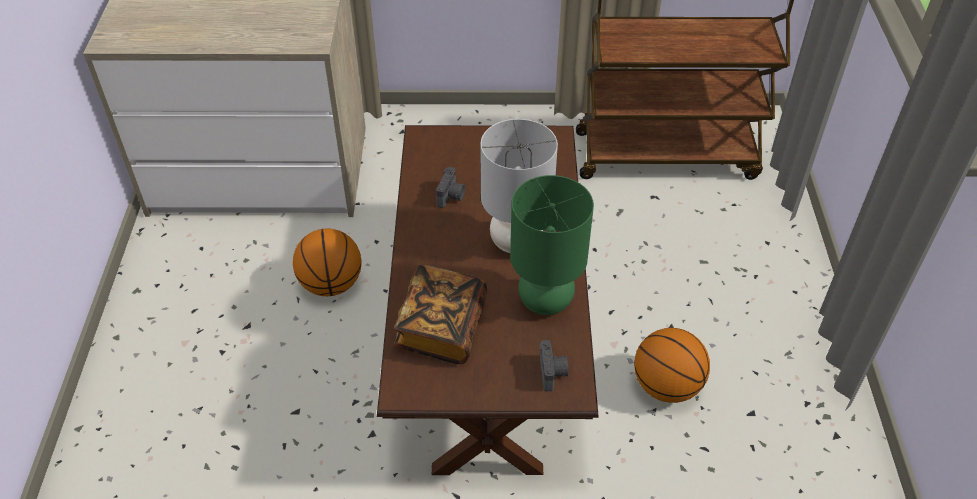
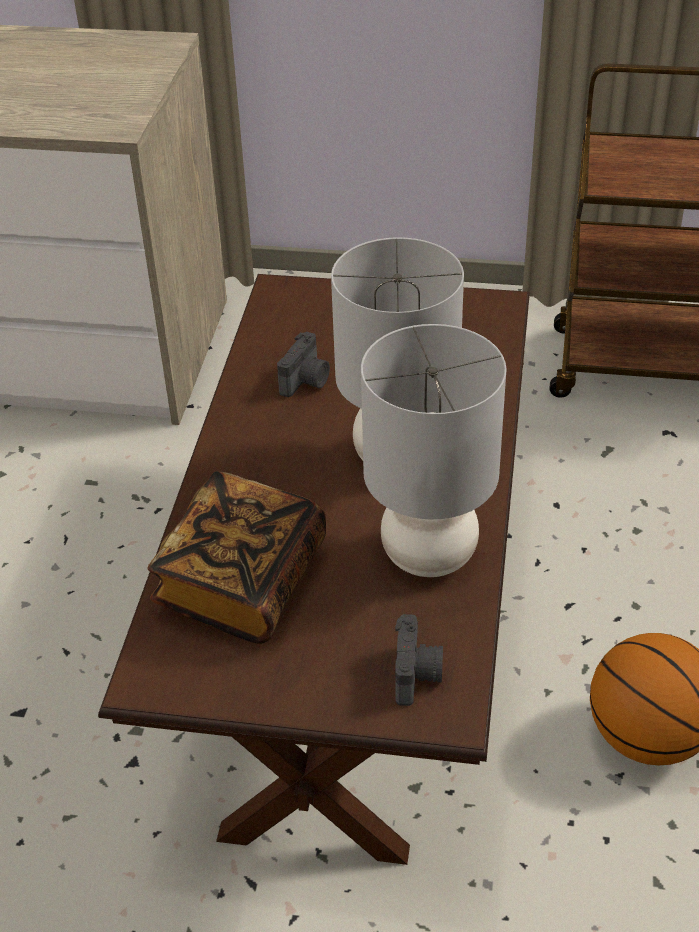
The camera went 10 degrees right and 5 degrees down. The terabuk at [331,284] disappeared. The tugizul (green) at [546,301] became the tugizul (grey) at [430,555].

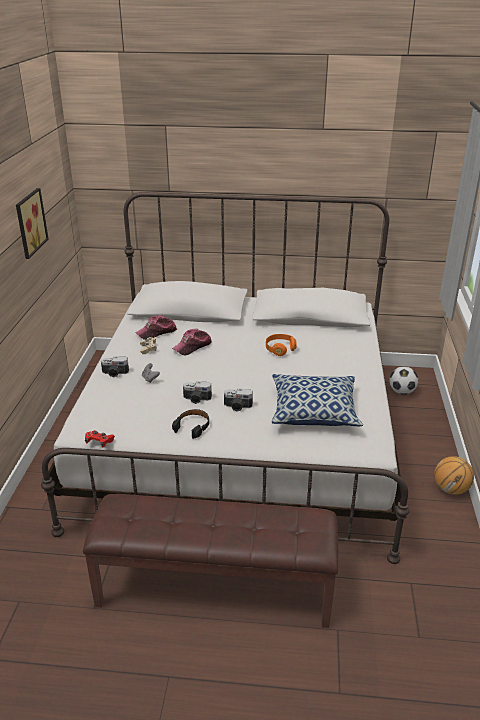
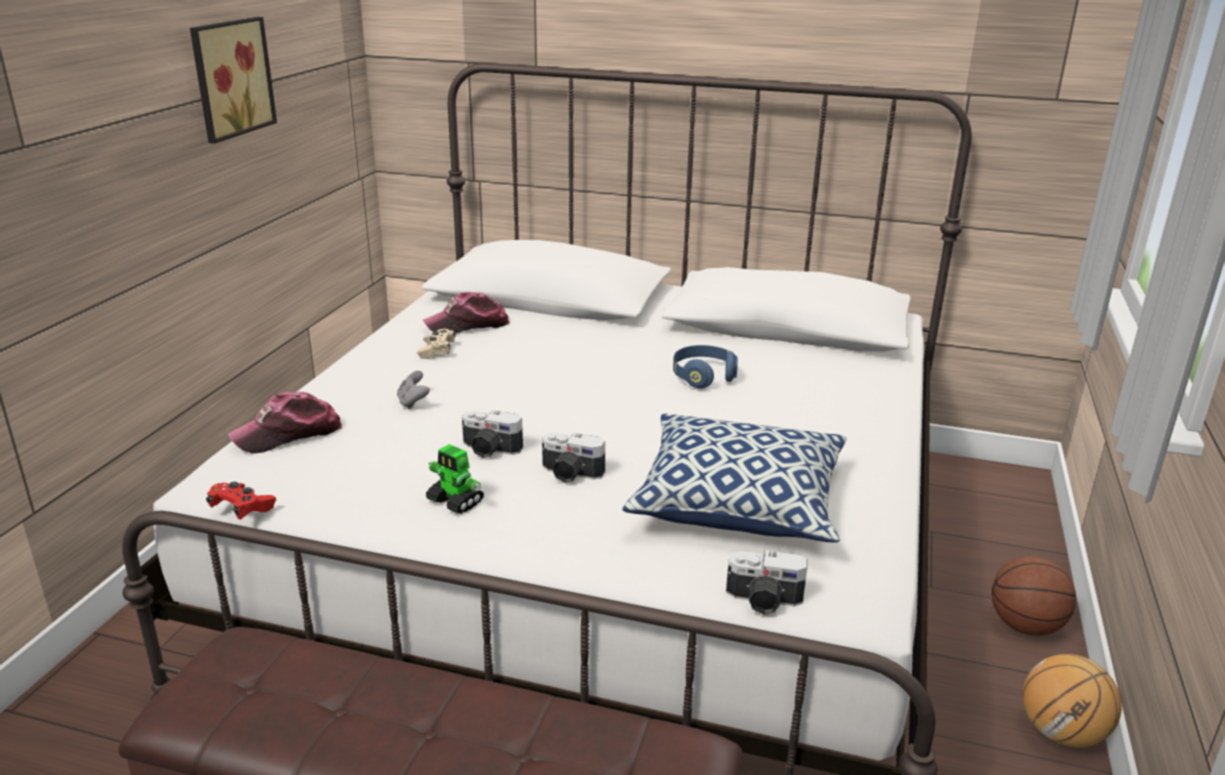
The camera went 10 degrees right and 5 degrees down. The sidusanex at [402,392] disappeared. The terabuk at [1024,626] appeared. The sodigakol moved from [115,373] to [763,601]. The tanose moved from [192,346] to [288,434]. The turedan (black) at [192,426] was replaced by the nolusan at [455,502]. The turedan (orange) at [280,349] became the turedan (blue) at [703,377].

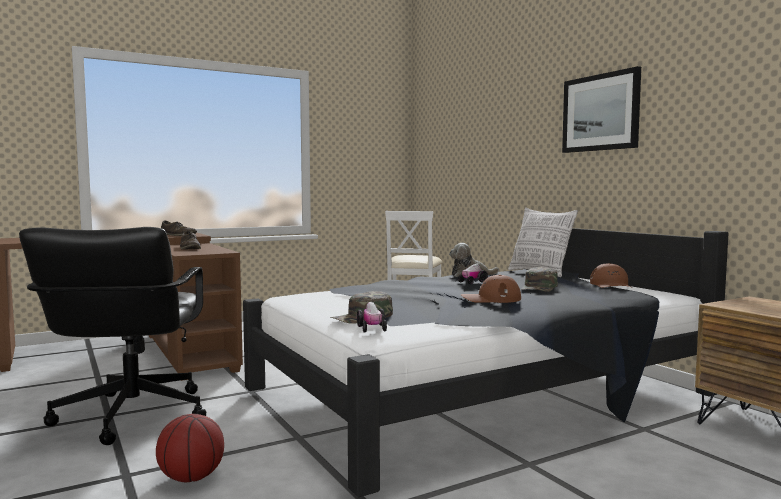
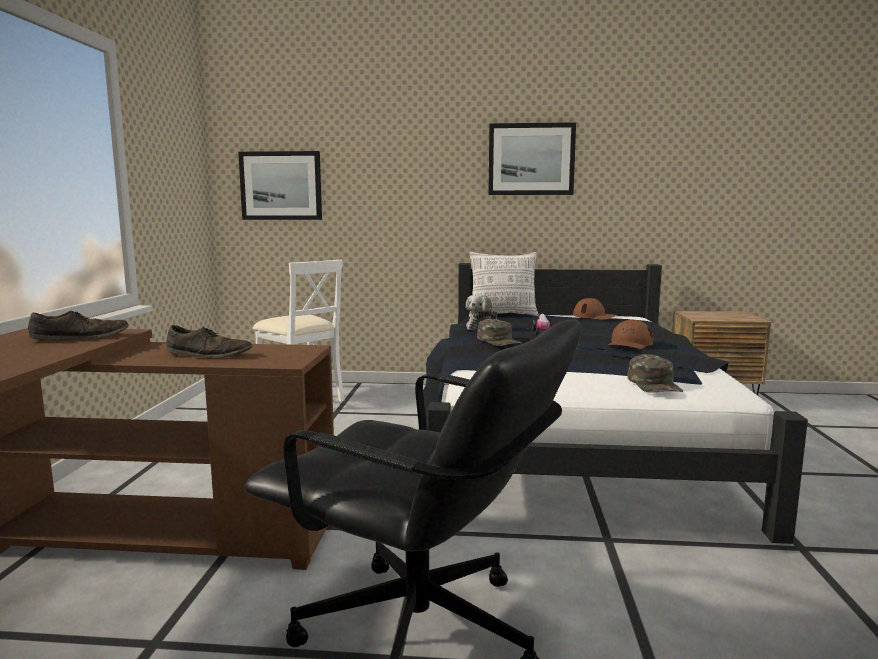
The camera went 55 degrees left and 5 degrees up. The terabuk at [191,478] disappeared. The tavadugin at [372,329] disappeared. The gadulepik at [281,186] appeared. The tanose (green) moved from [539,287] to [499,340].

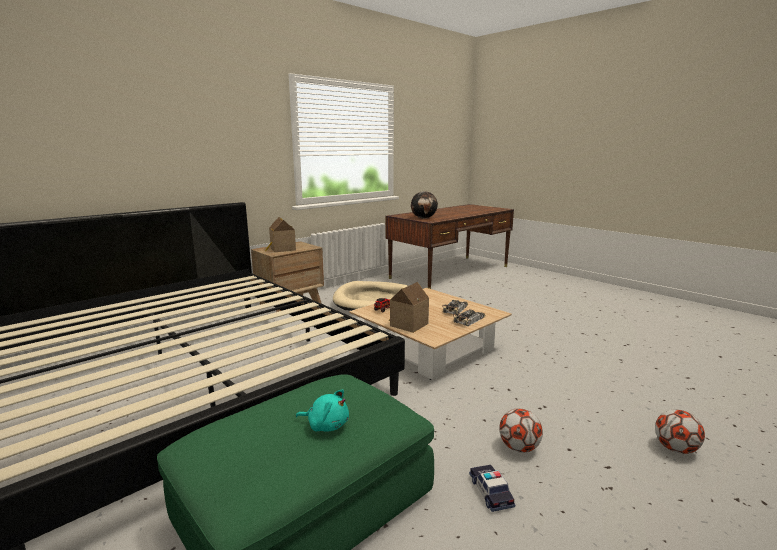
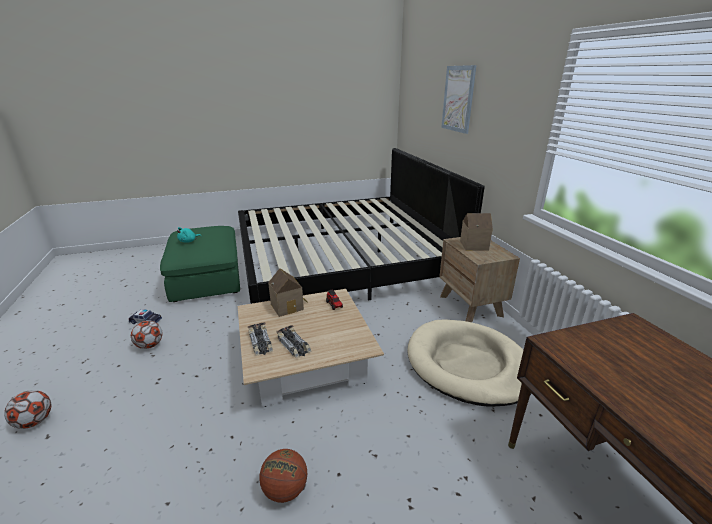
The camera went 115 degrees right and 10 degrees up. The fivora at [424,218] disappeared. The terabuk at [285,489] appeared. The gadulepik at [458,99] appeared.

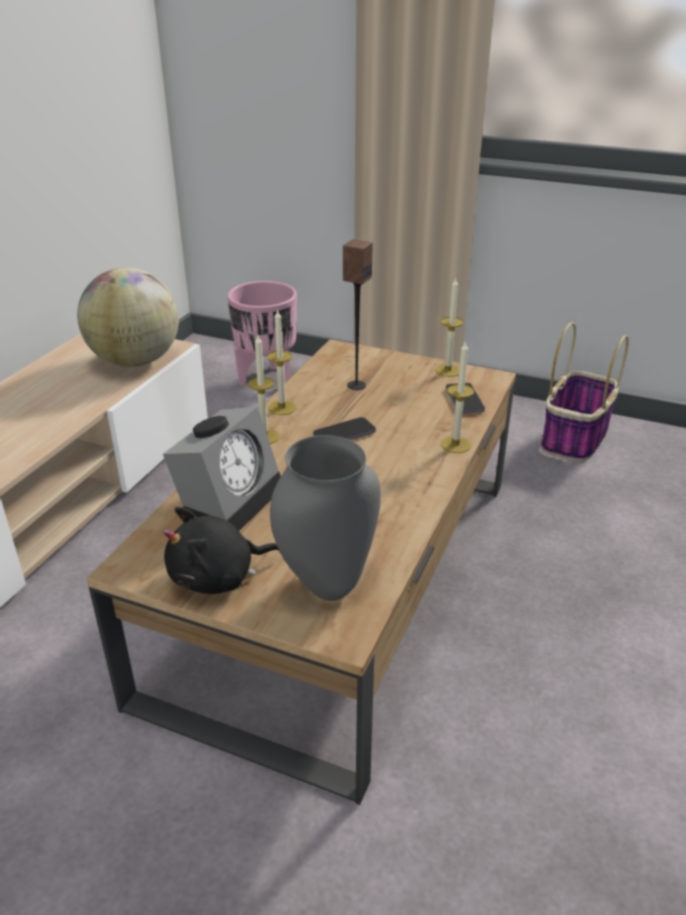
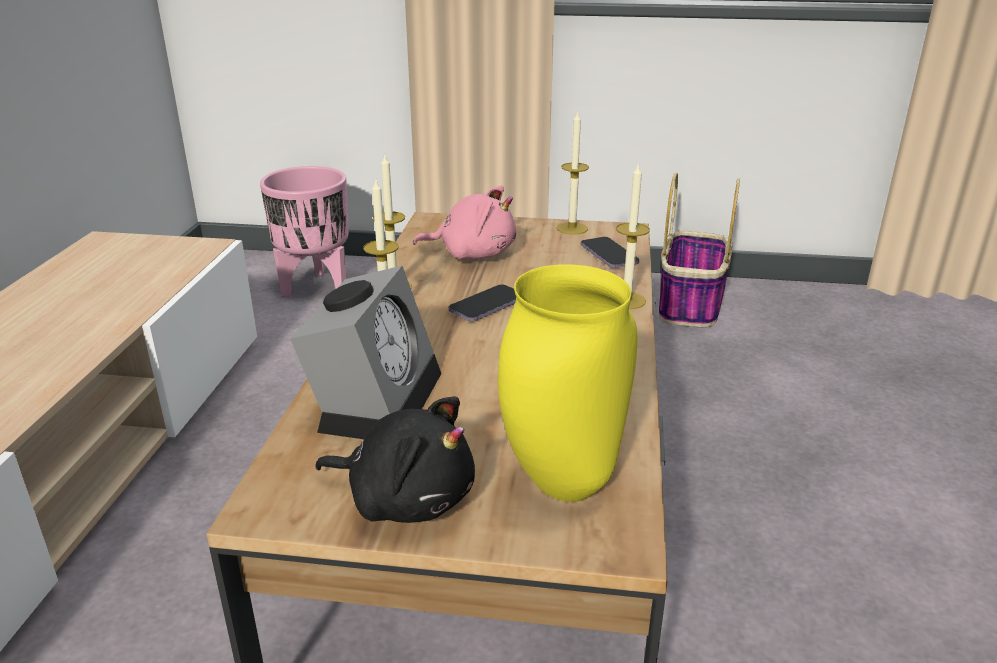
The camera went 15 degrees left and 5 degrees down. The fivora at [135,361] disappeared. The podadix at [356,385] was replaced by the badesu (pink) at [473,254]. The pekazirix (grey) at [328,588] became the pekazirix (yellow) at [565,486]. The badesu (black) at [218,577] turned 120 degrees counterclockwise.

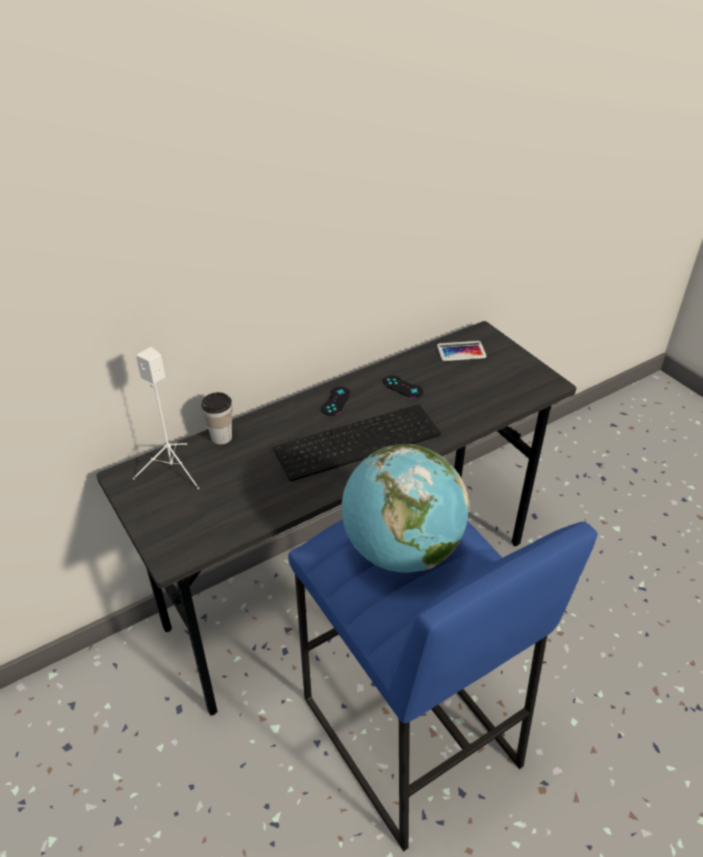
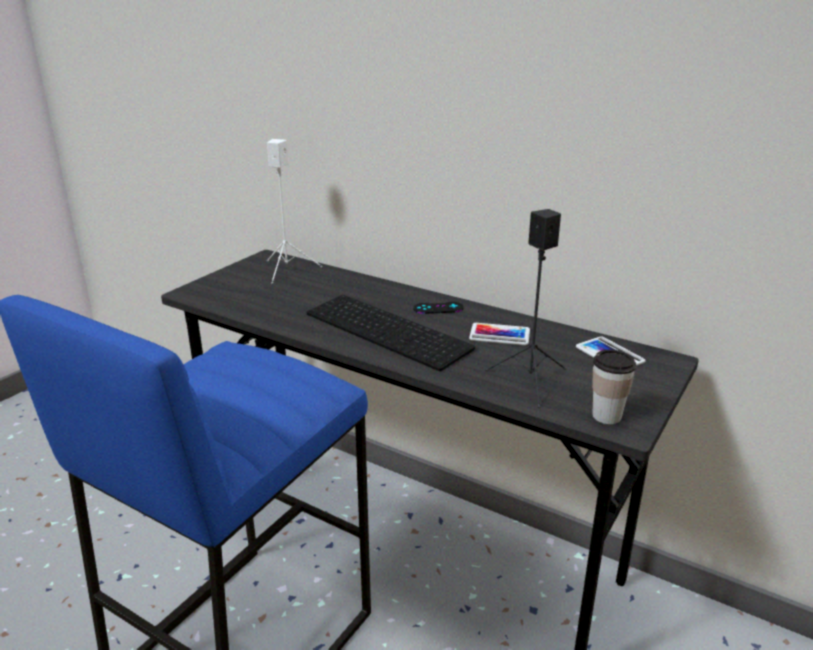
The camera went 65 degrees right and 15 degrees down. The fivora at [401,550] disappeared. The podadix (black) at [530,382] appeared. The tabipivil moved from [221,437] to [606,416]. The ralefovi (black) at [402,387] was replaced by the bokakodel at [499,335].

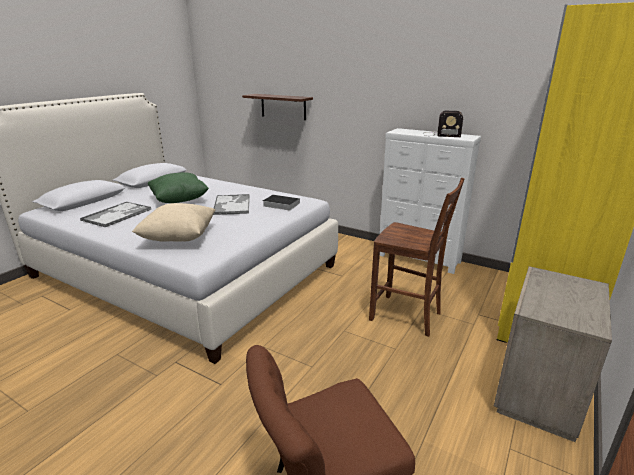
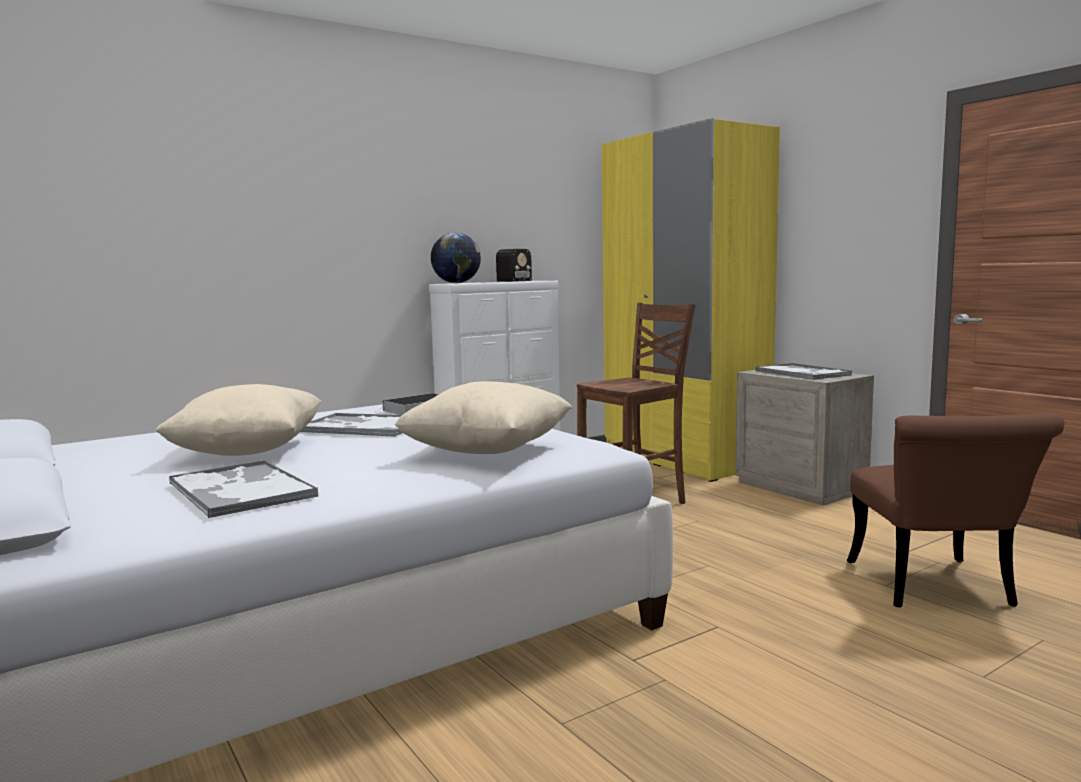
The camera went 65 degrees left and 15 degrees down. The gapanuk at [283,106] disappeared. The fivora at [456,283] appeared. The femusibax at [803,373] appeared. The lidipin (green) at [179,200] became the lidipin (beige) at [248,452].

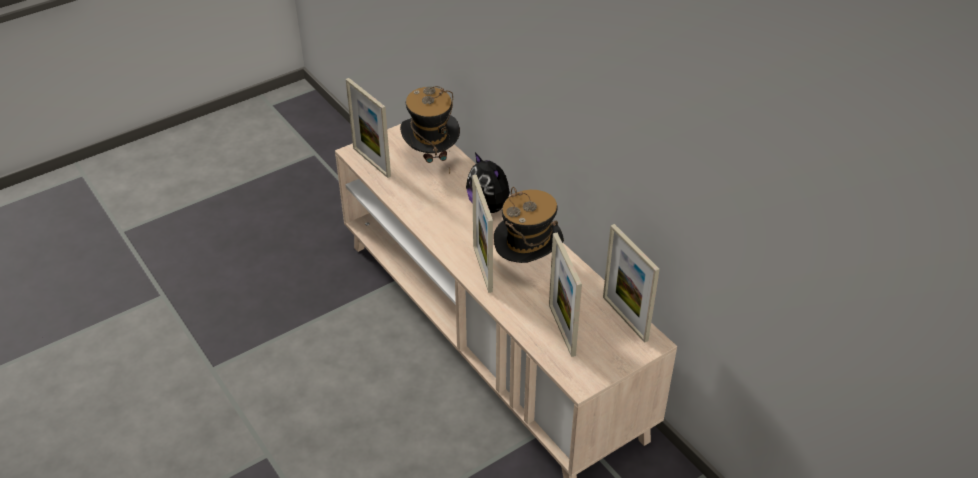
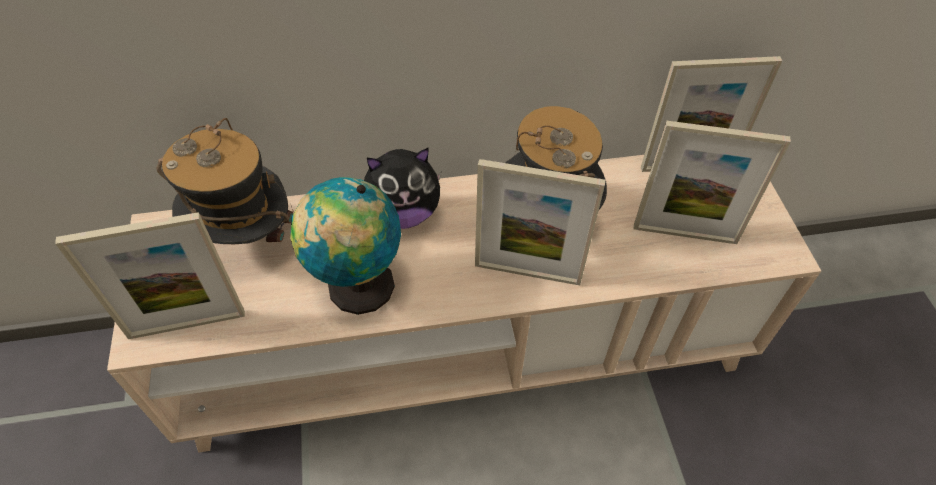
The camera went 65 degrees left and 10 degrees up. The fivora at [357,288] appeared.

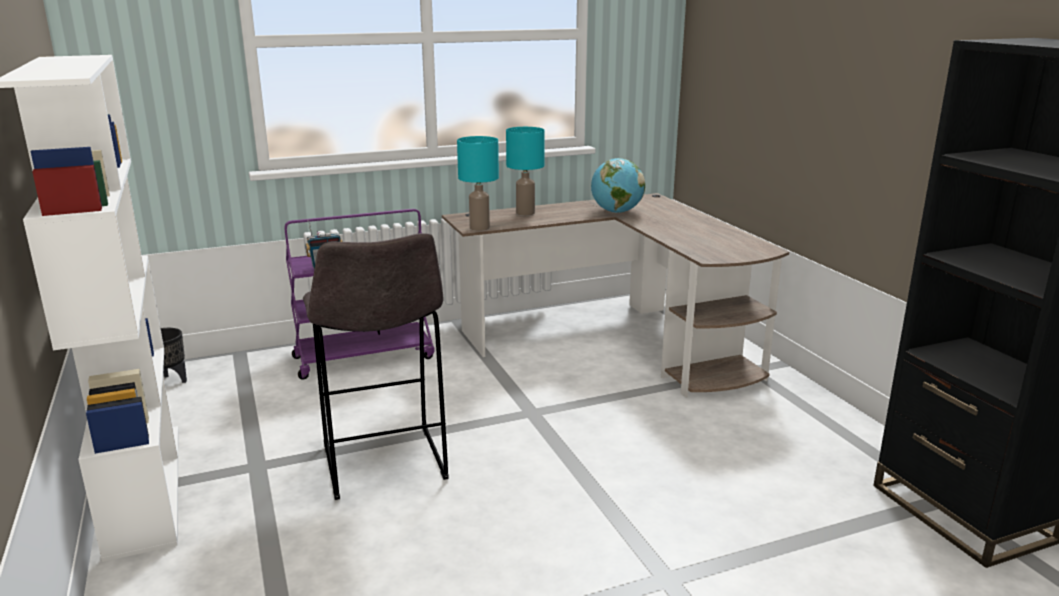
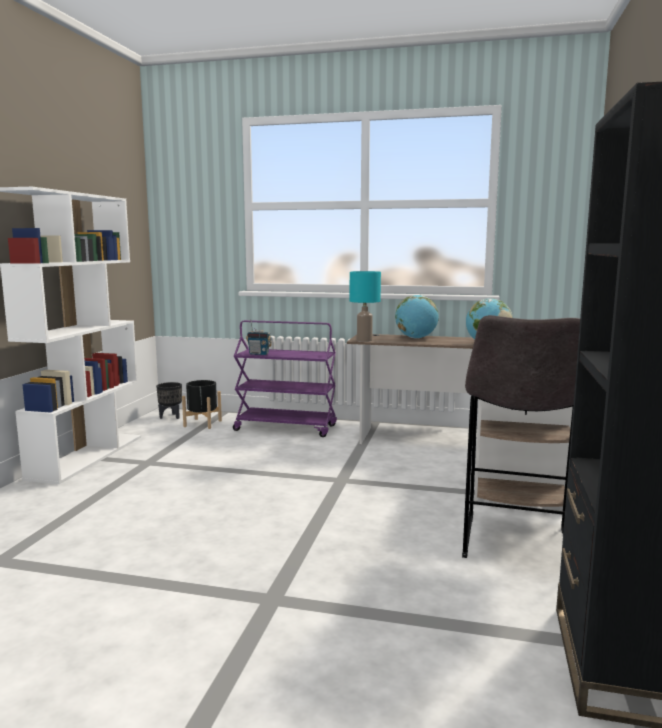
The camera went 35 degrees right and 10 degrees down. The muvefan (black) at [202,423] appeared. The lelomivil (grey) moved from [384,465] to [516,544]. The tugizul (turquoise) at [526,213] was replaced by the fivora at [416,338].

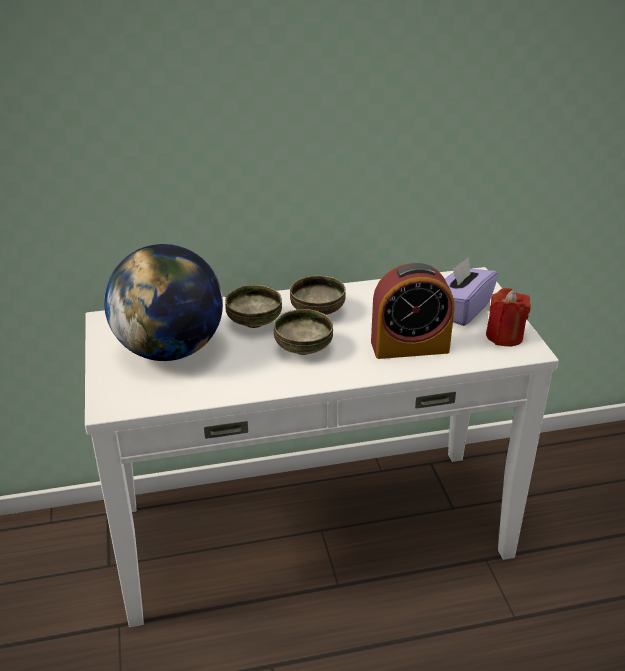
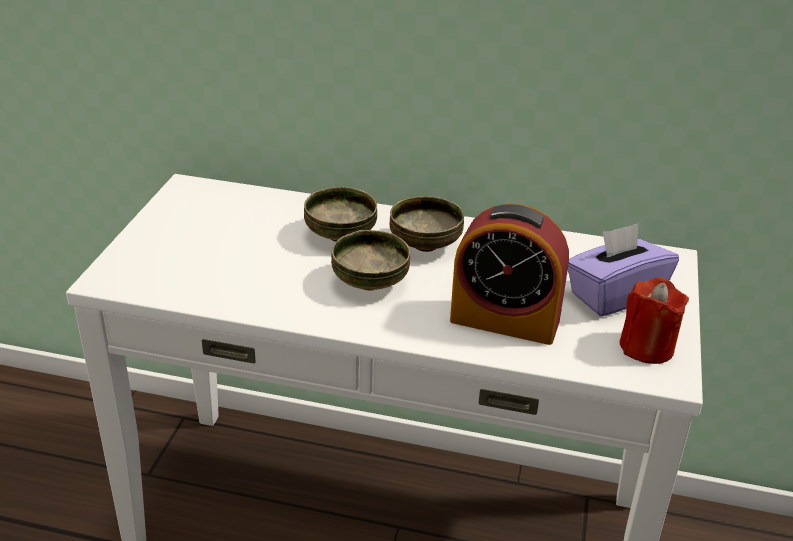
The camera went 25 degrees right and 0 degrees up. The fivora at [170,350] disappeared.

